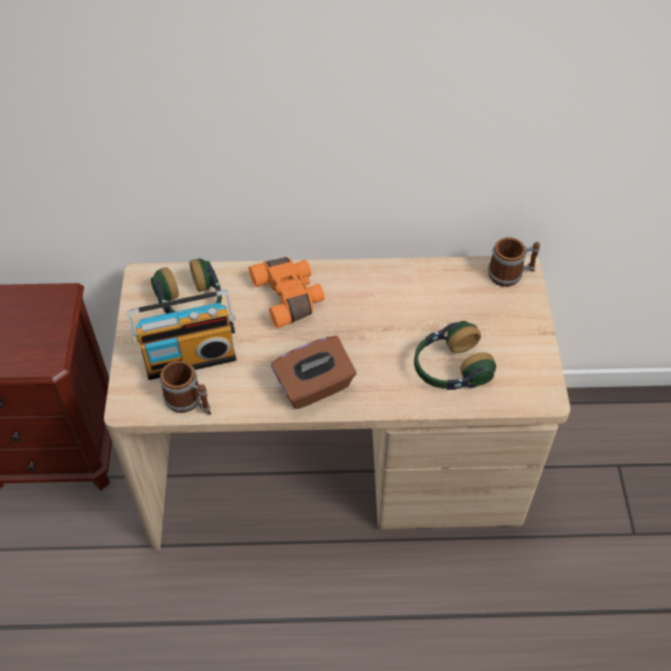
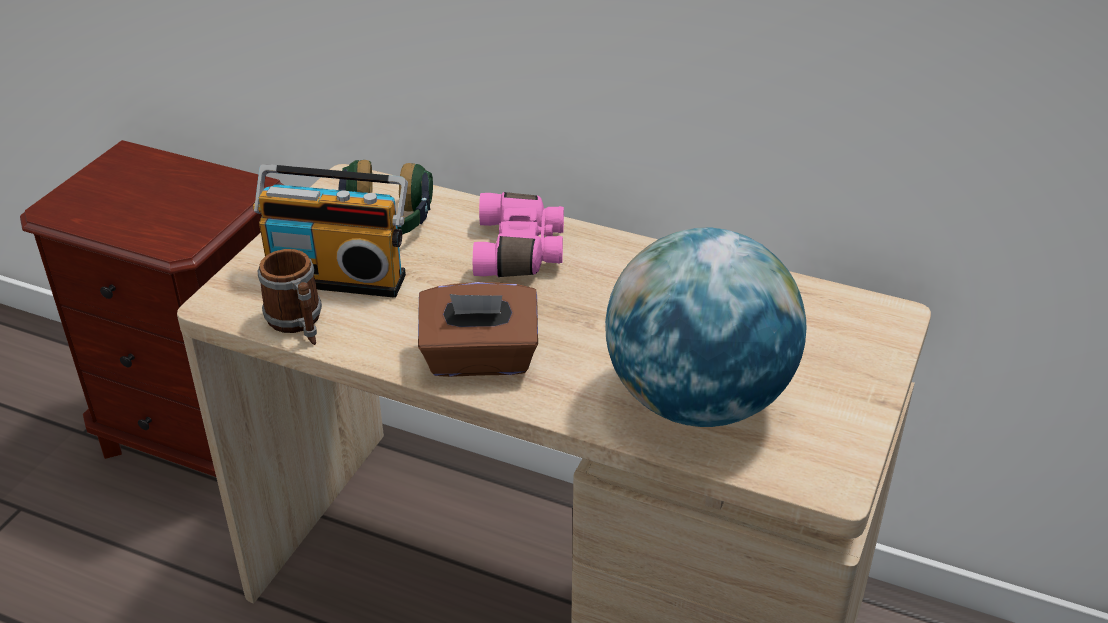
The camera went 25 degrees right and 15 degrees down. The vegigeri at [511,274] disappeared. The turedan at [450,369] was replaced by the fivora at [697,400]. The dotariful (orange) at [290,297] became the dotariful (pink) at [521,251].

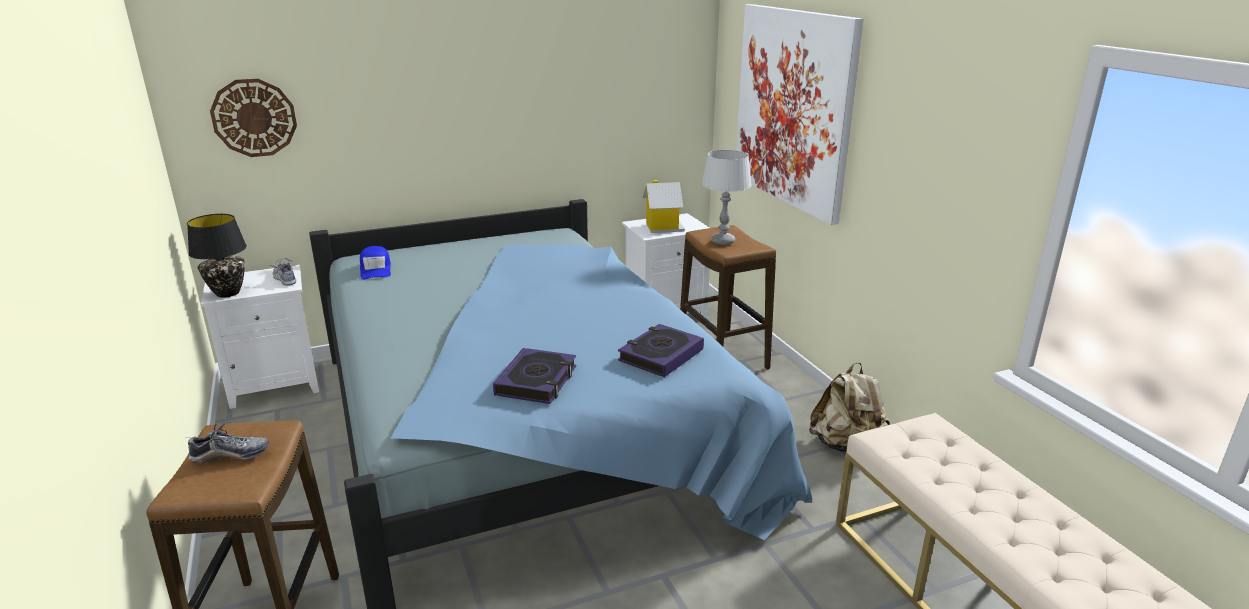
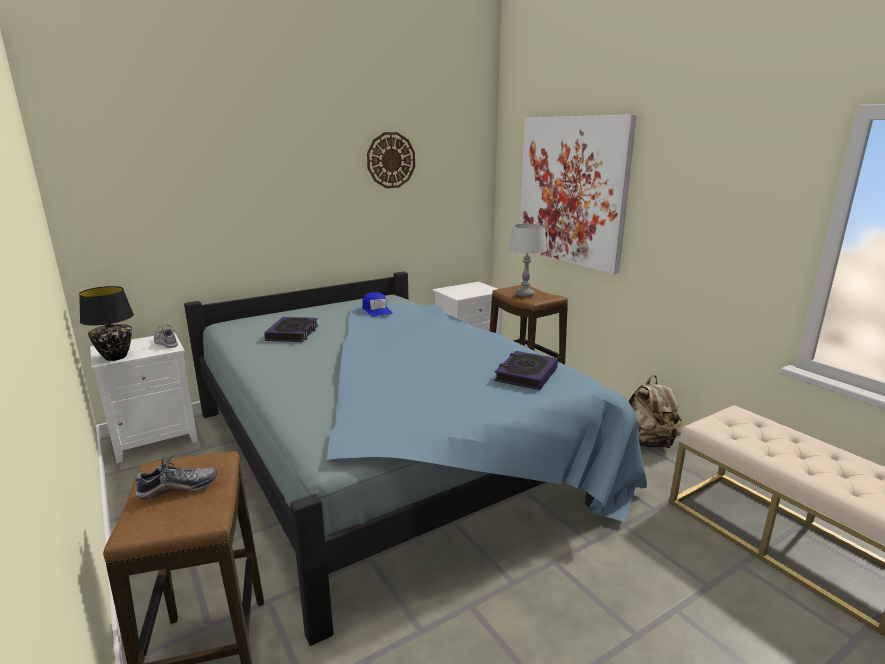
The camera went 10 degrees left and 5 degrees down. The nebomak at [662,227] disappeared. The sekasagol moved from [254,118] to [391,160]. The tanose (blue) moved from [376,269] to [376,310]. The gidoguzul moved from [537,381] to [293,333].

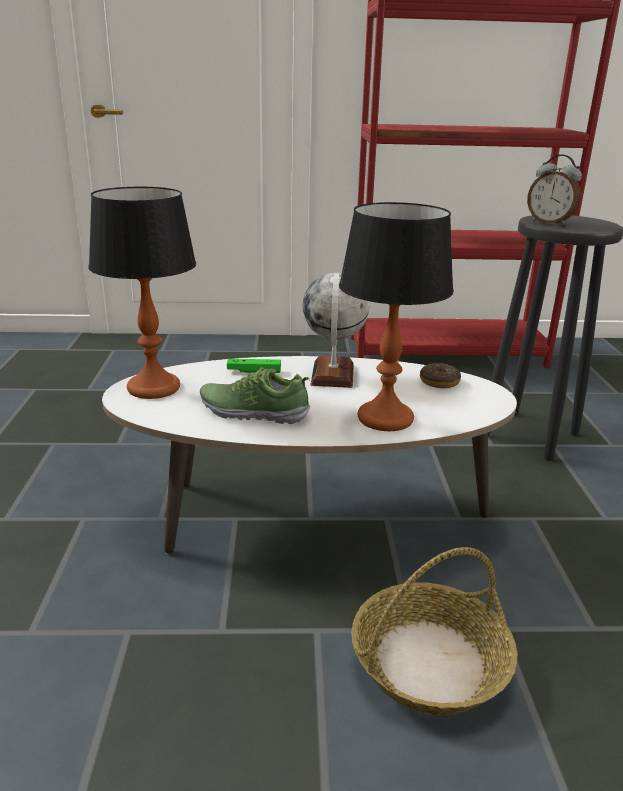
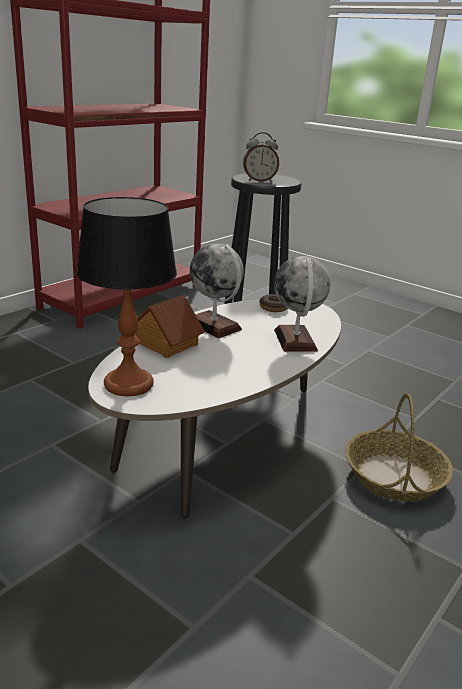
The camera went 50 degrees left and 0 degrees up. The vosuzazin at [253,412] disappeared. The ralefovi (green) at [254,371] was replaced by the nebomak at [165,343]. The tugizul at [384,418] was replaced by the fivora at [295,340].

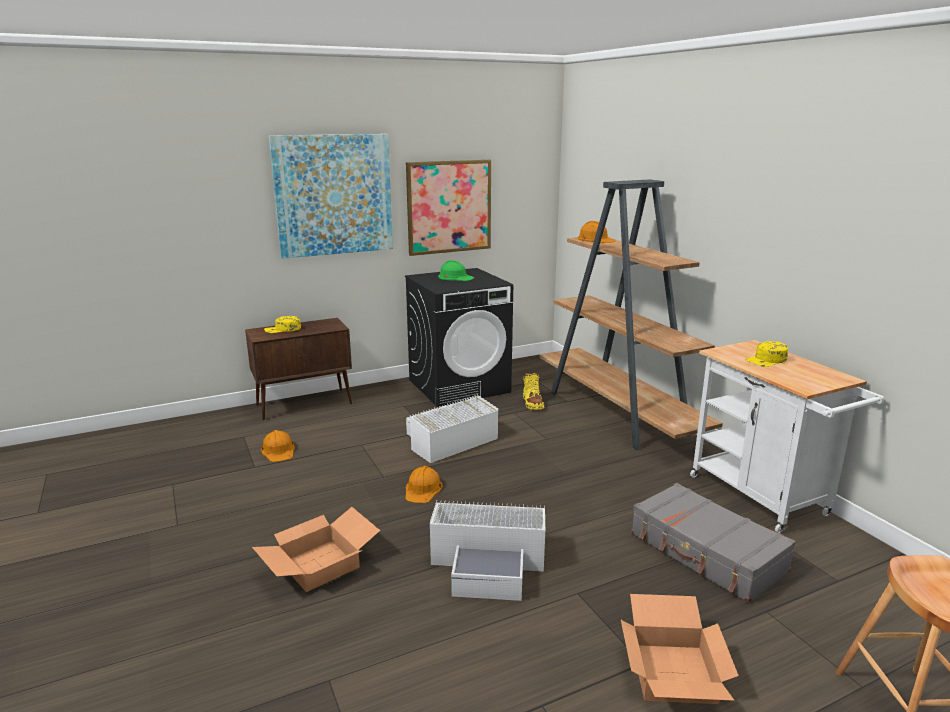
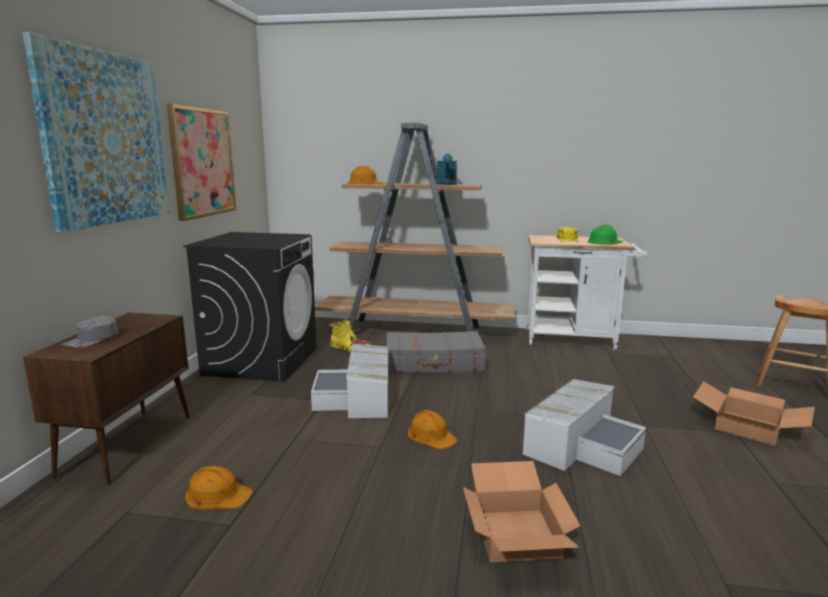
The camera went 55 degrees left and 5 degrees down. The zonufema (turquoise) at [447,184] appeared. The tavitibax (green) moved from [455,277] to [604,241]. The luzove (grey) moved from [706,553] to [434,363]. The tanose (yellow) at [283,329] became the tanose (grey) at [91,339].

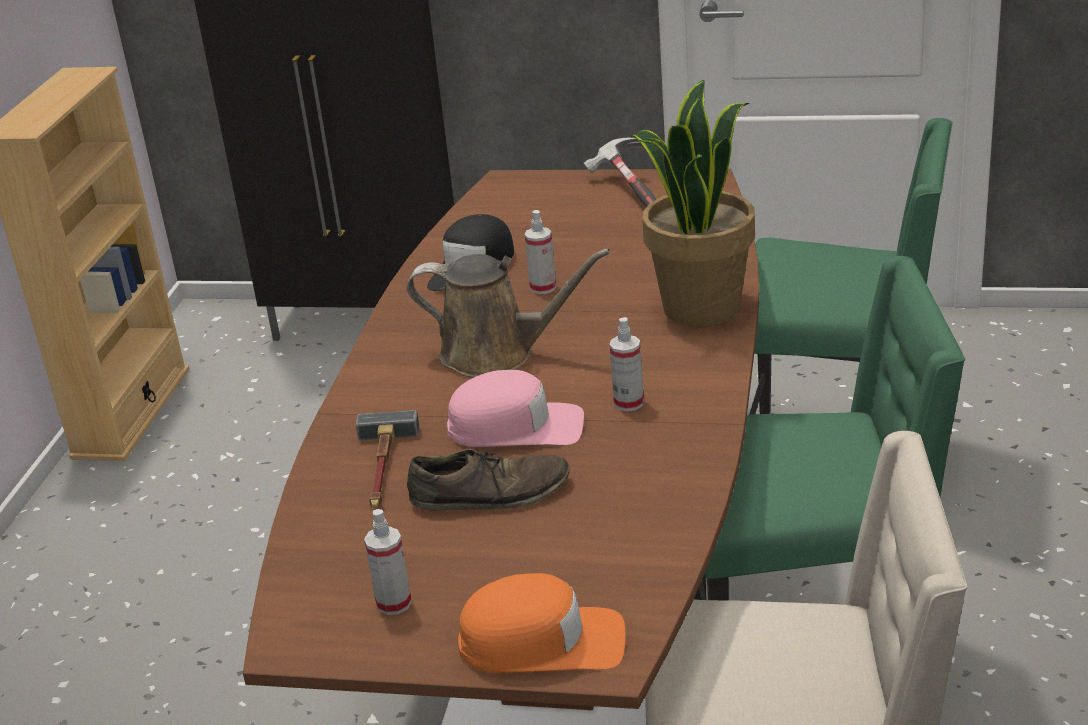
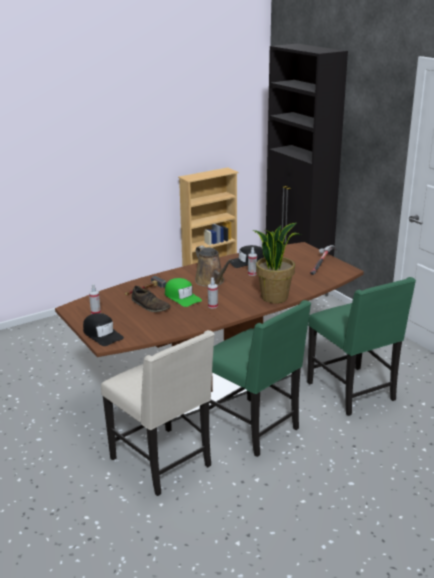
The camera went 45 degrees right and 5 degrees down. The tanose (pink) at [516,427] became the tanose (green) at [182,297]. The tanose (orange) at [542,642] became the tanose (black) at [102,334].

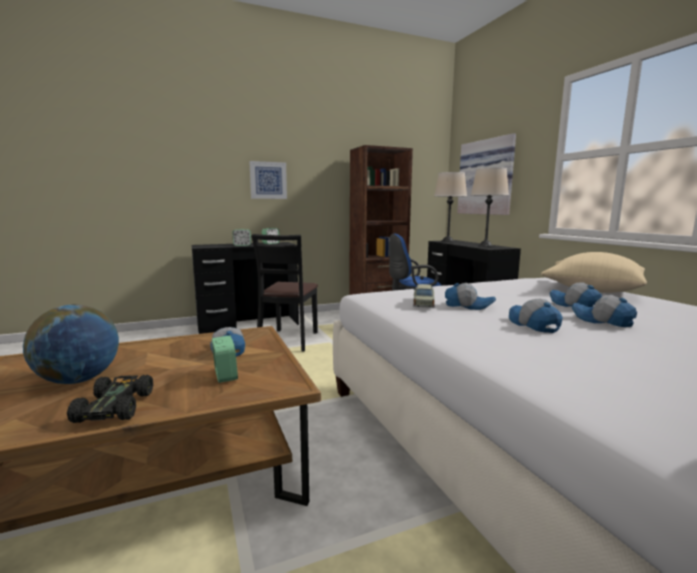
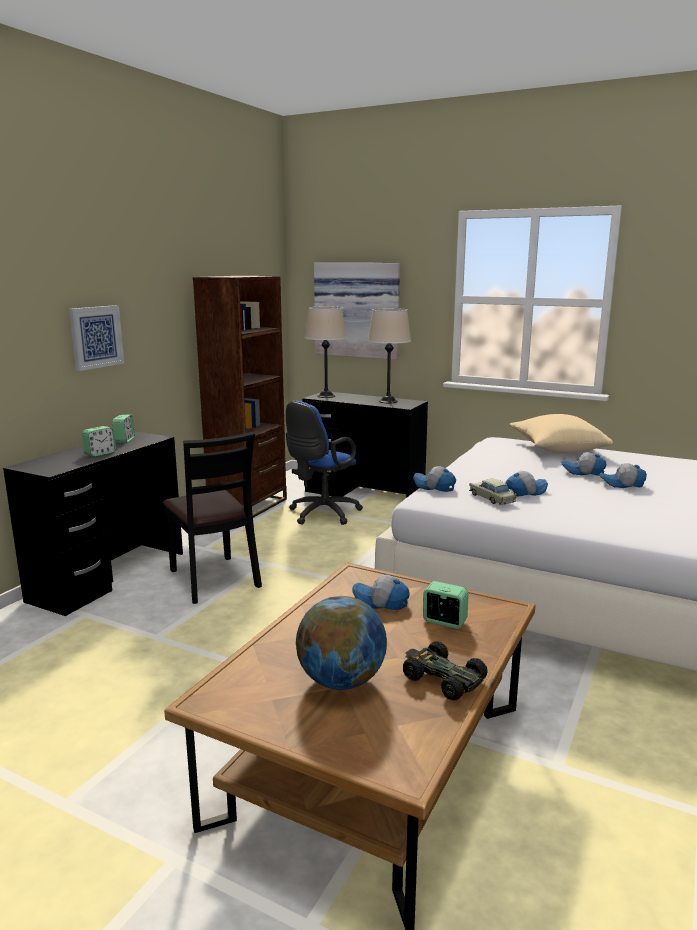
The camera went 40 degrees left and 5 degrees up. The tanose moved from [532,325] to [434,487].

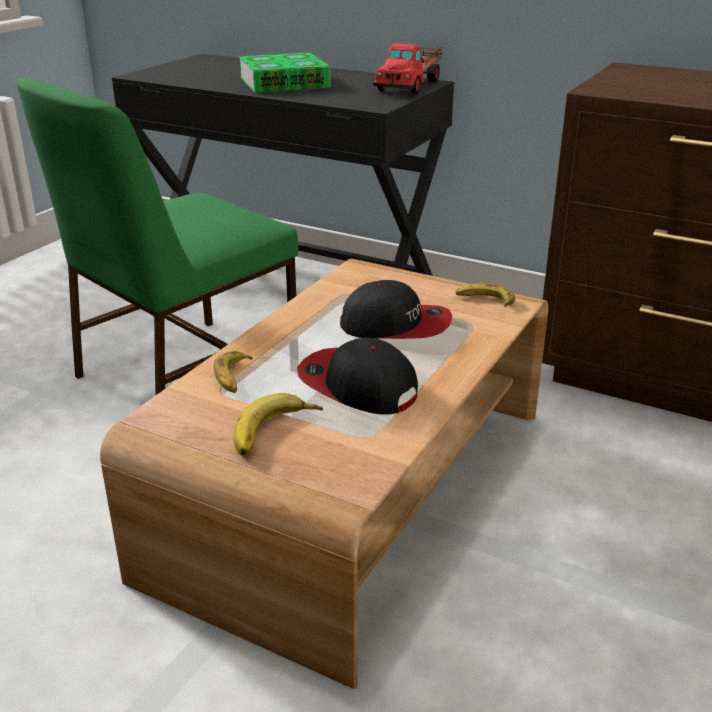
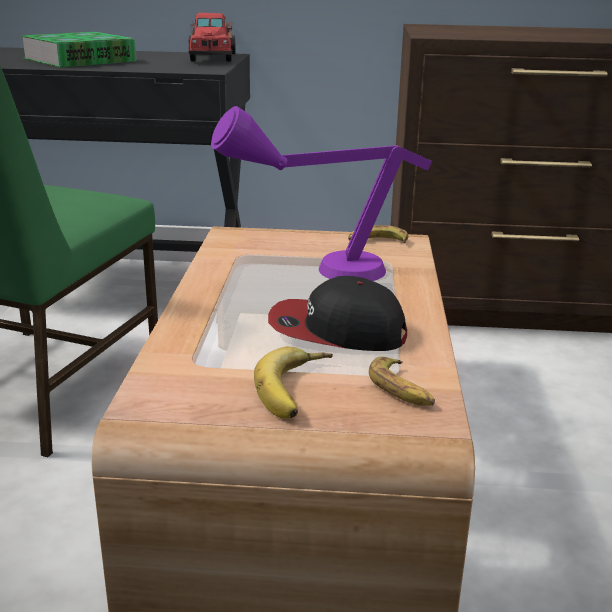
The camera went 25 degrees left and 5 degrees down. The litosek moved from [233,378] to [402,389]. The tanose at [396,325] was replaced by the tugizul (purple) at [318,273].

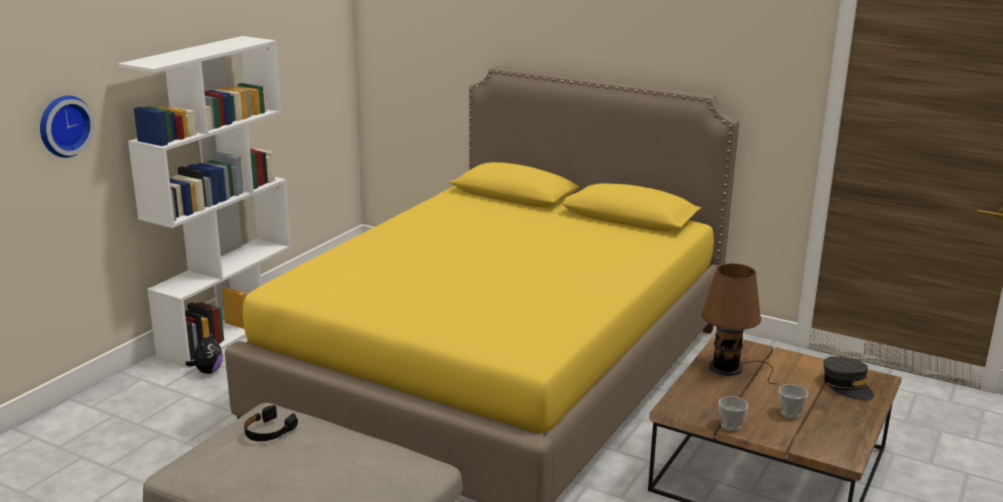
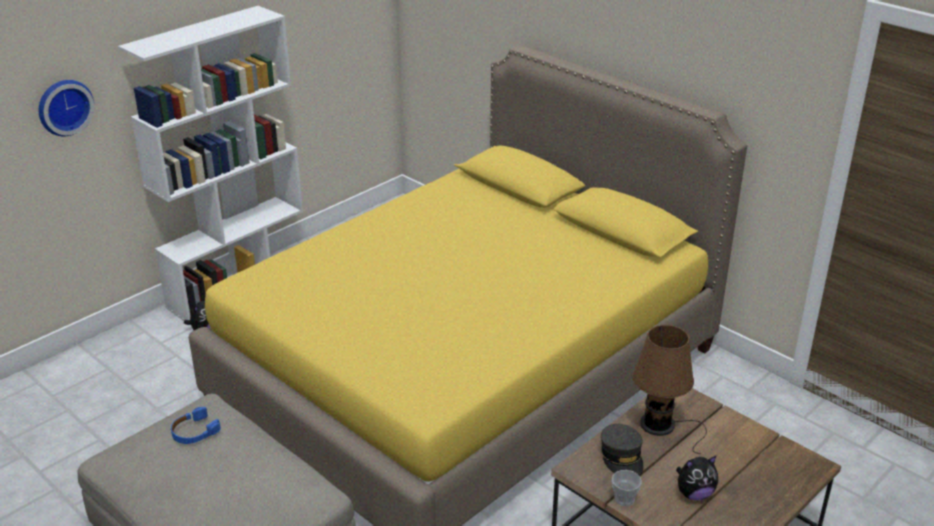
The camera went 15 degrees right and 10 degrees up. The tanose (grey) moved from [847,386] to [622,458]. The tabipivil at [790,413] was replaced by the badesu at [694,493]. The turedan (black) at [268,431] became the turedan (blue) at [194,432].

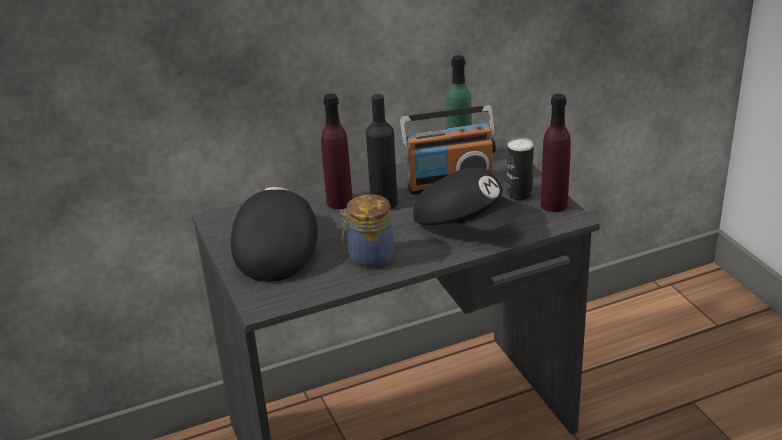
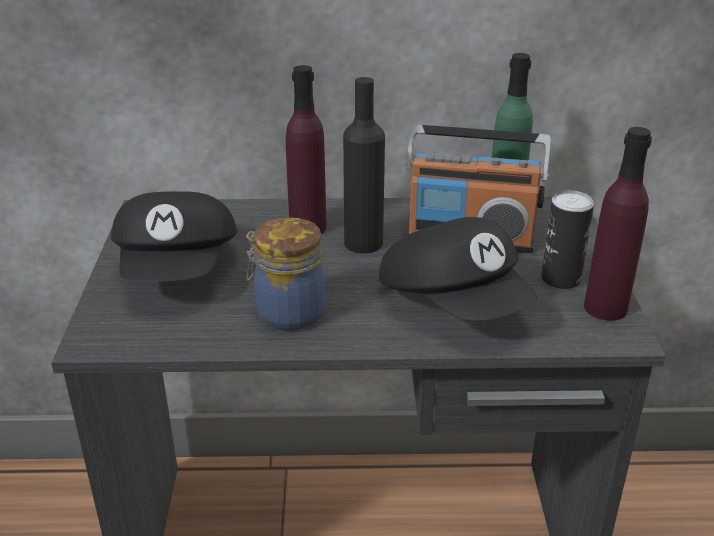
The camera went 20 degrees right and 0 degrees up. The tanose (black) at [277,250] turned 150 degrees clockwise.

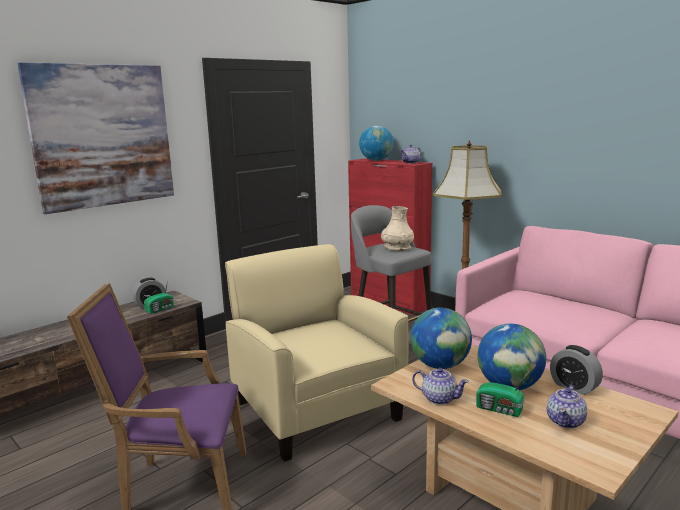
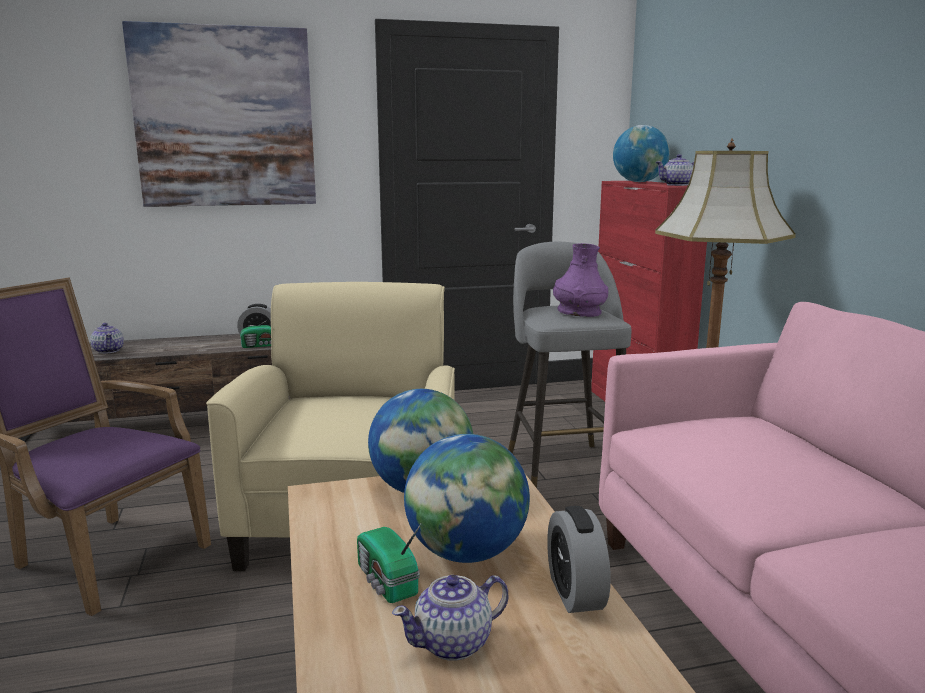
The camera went 30 degrees right and 0 degrees up. The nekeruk moved from [439,398] to [109,350]. The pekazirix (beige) at [397,248] became the pekazirix (purple) at [579,312].

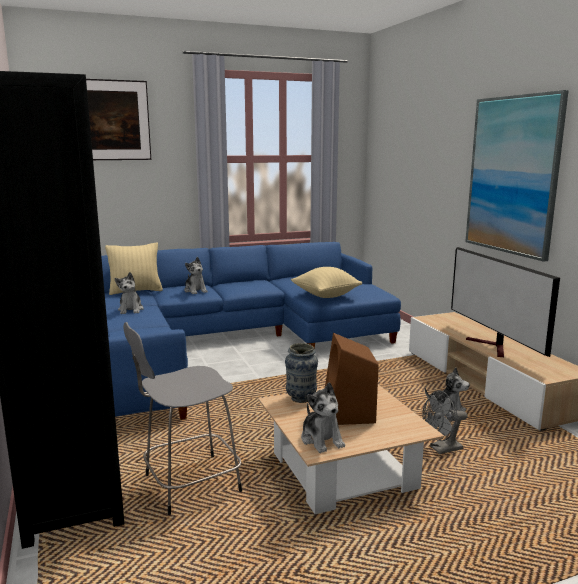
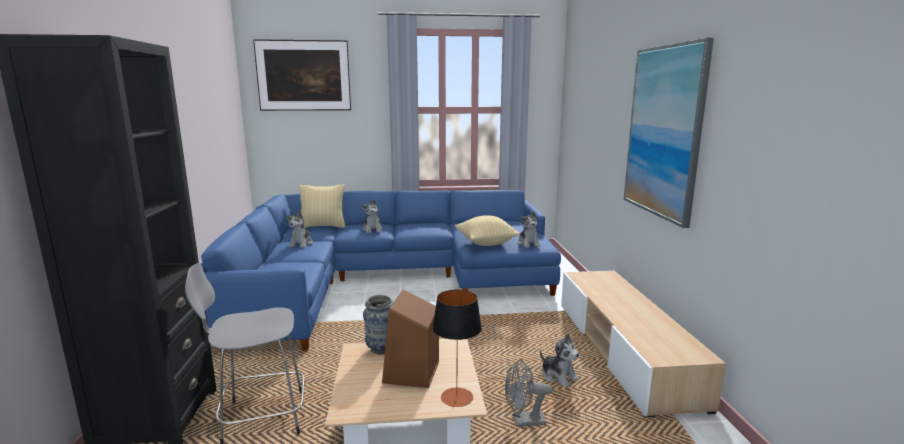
The camera went 15 degrees right and 0 degrees up. The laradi at [493,347] disappeared. The tugizul at [456,397] appeared. The badesu moved from [322,439] to [529,244].

